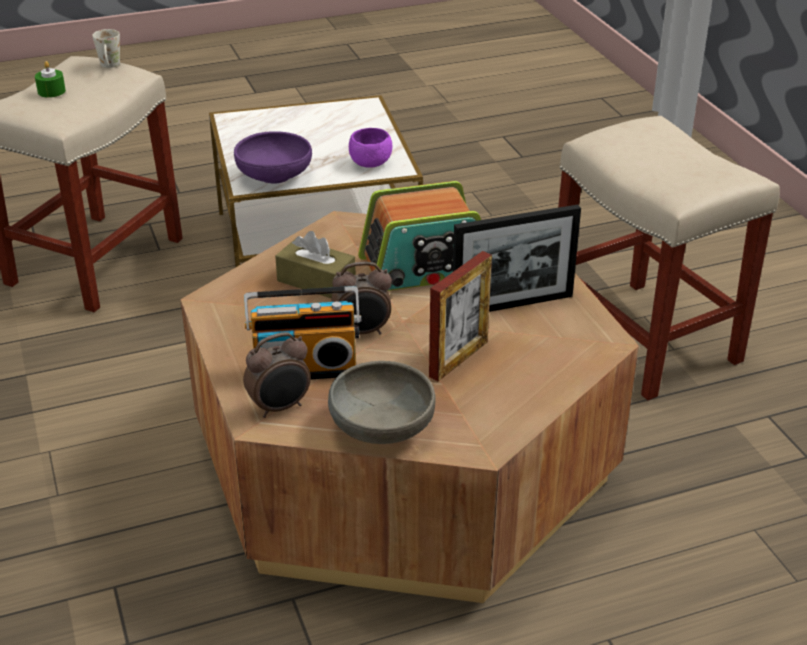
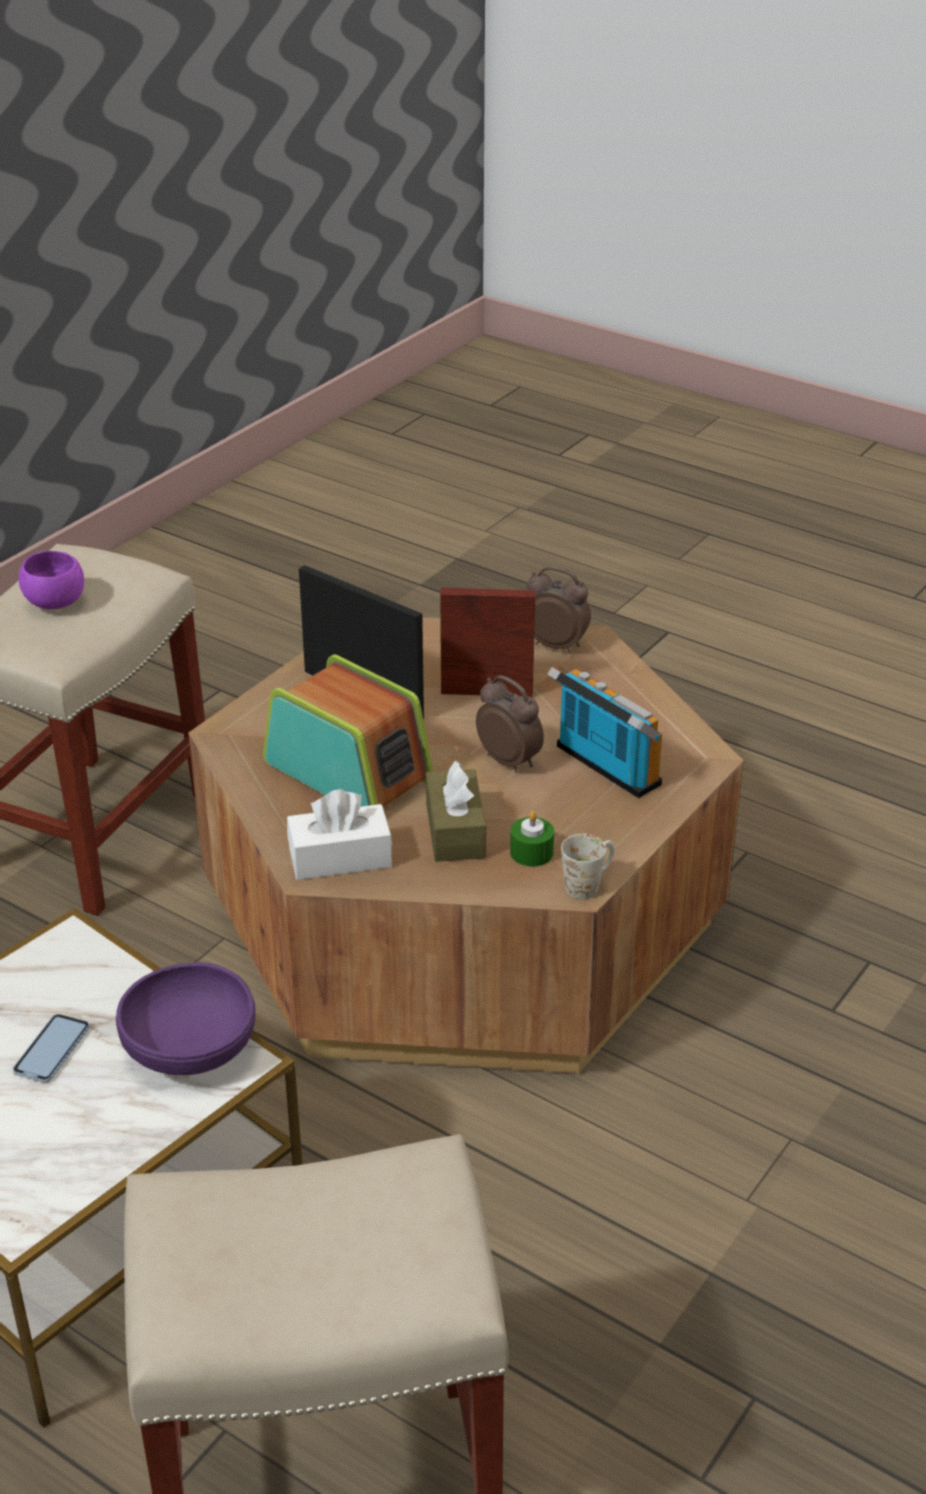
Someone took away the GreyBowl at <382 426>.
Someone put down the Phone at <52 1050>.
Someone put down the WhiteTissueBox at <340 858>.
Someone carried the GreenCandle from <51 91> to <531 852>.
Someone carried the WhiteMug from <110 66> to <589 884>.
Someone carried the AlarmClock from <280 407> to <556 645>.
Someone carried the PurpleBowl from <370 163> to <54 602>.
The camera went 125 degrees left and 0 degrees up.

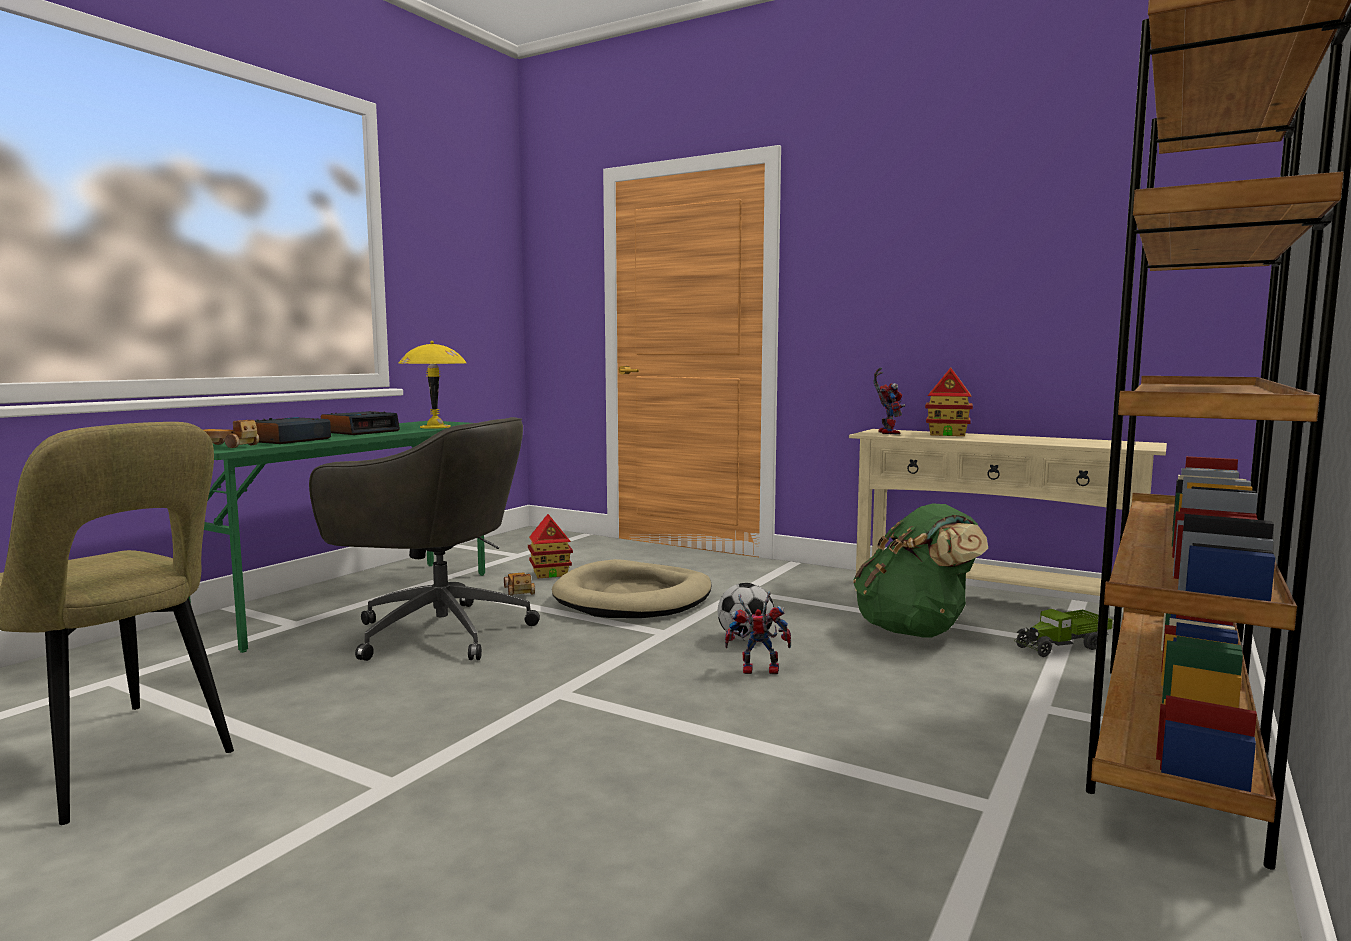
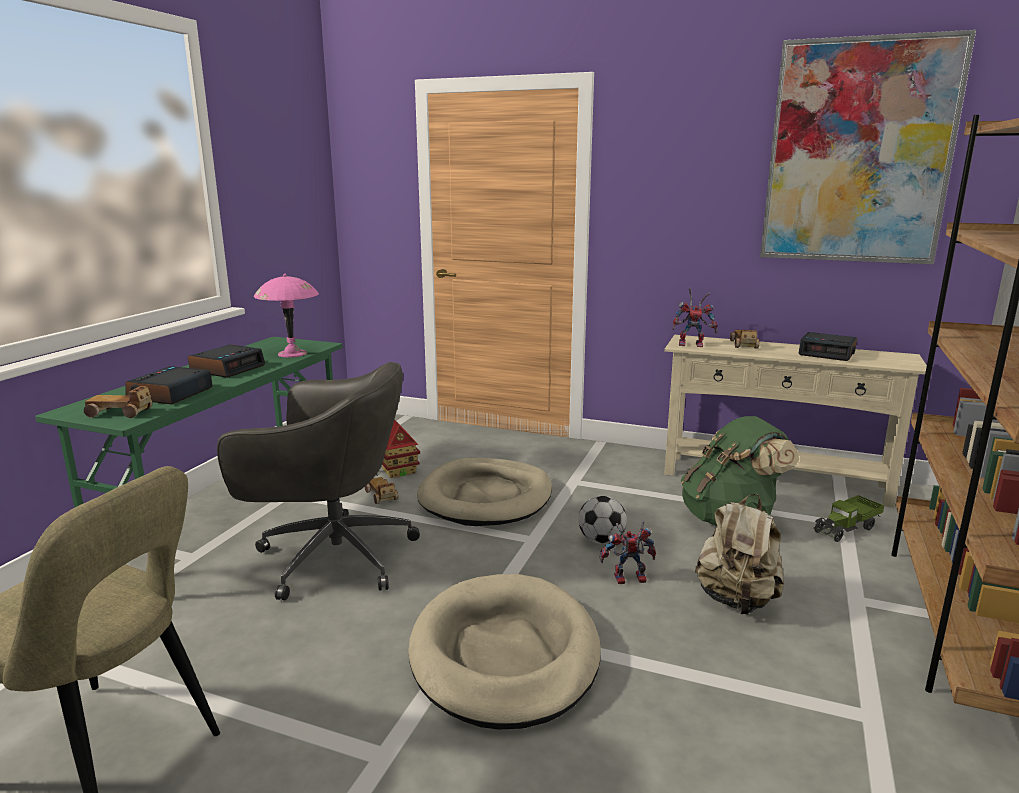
Someone put down the BeigeDogBed at <504 654>.
Someone put down the BeigeBackpack at <737 600>.
Someone put up the Picture at <858 153>.
Someone put down the AlarmClock at <827 353>.
Someone swapped the ToyHouse at <947 434> for the ToyCar at <743 345>.
Someone repainted the YellowTableLamp at <436 427>, which became the PinkTableLamp at <292 353>.
Someone rotated the ToyRobot at <886 433> by 105 degrees clockwise.
The camera went 10 degrees left and 10 degrees up.

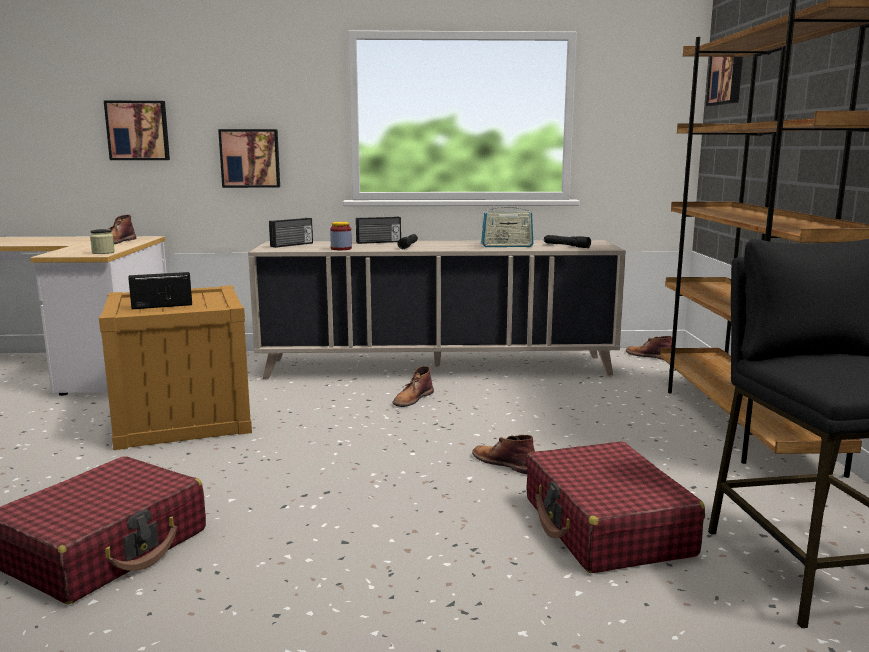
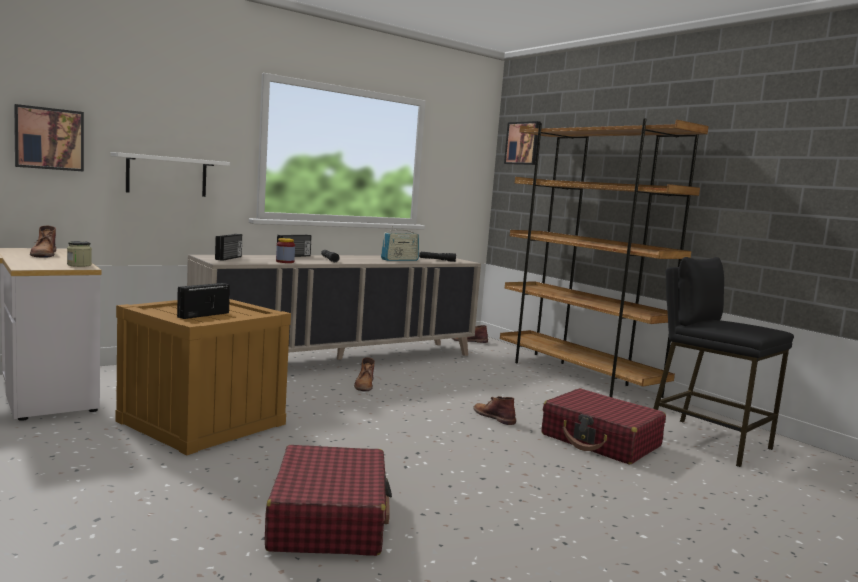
Someone swapped the Picture at <250 158> for the WhiteShelf at <167 175>.
Someone rotated the BrownBoot at <504 463> by 45 degrees clockwise.
The camera went 35 degrees left and 5 degrees down.

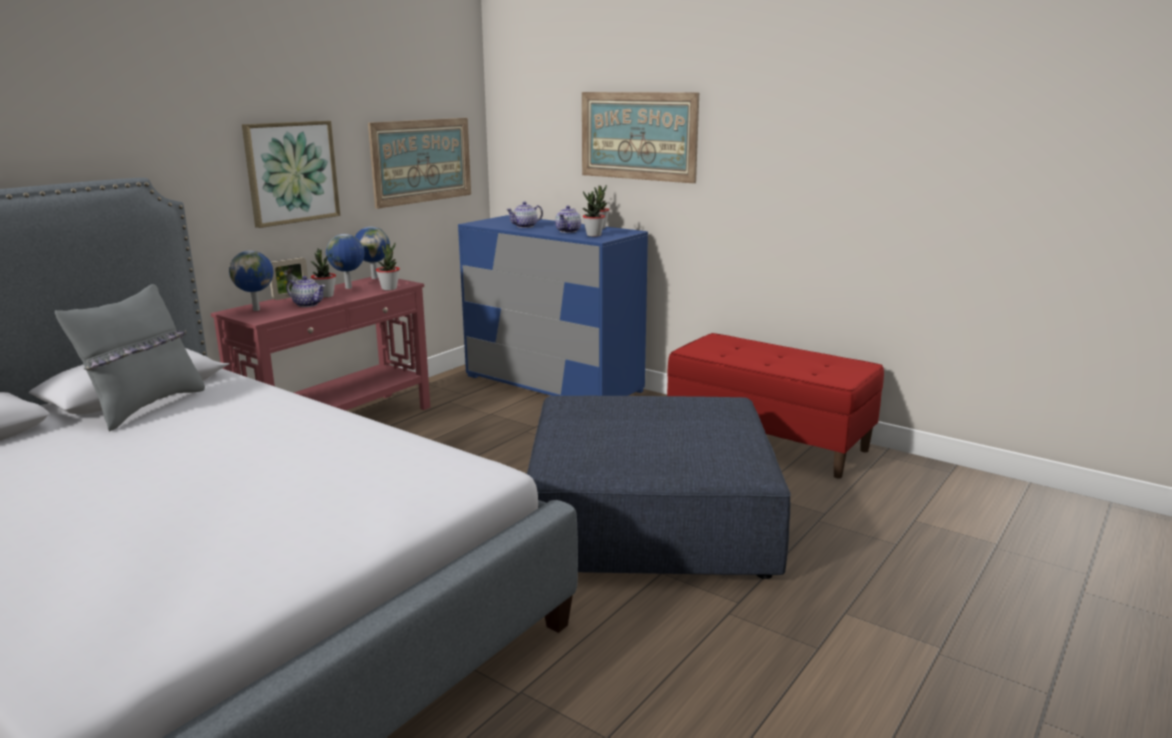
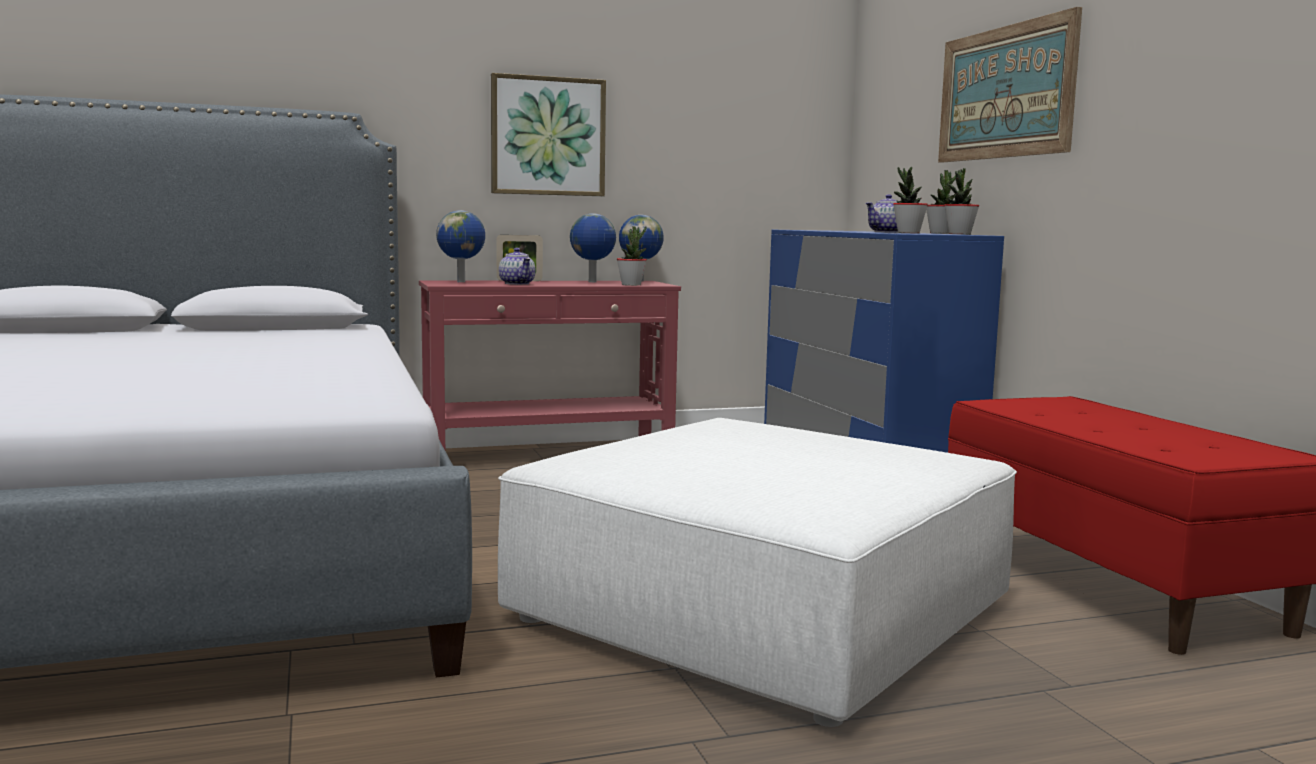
Someone took away the GreyPillow at <145 407>.
Someone took away the Picture at <422 161>.
Someone took away the Teapot at <525 226>.
Someone carried the PottedPlant from <325 296> to <959 234>.
Someone repainted the BlueOttoman at <650 519>, which became the WhiteOttoman at <760 612>.
The camera went 35 degrees right and 10 degrees down.

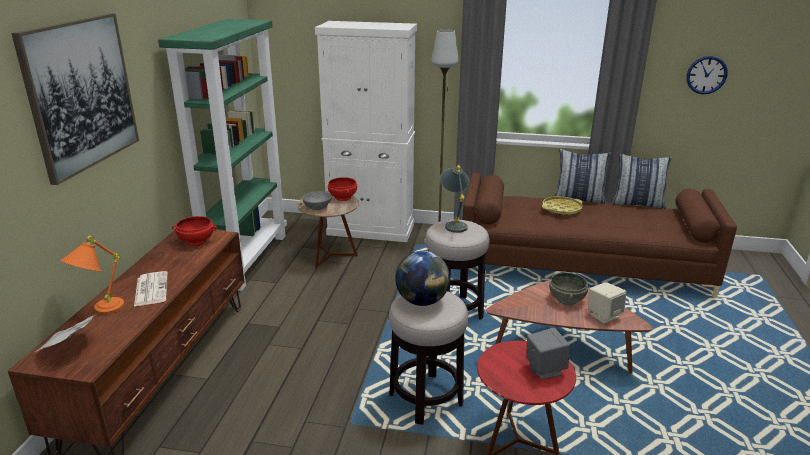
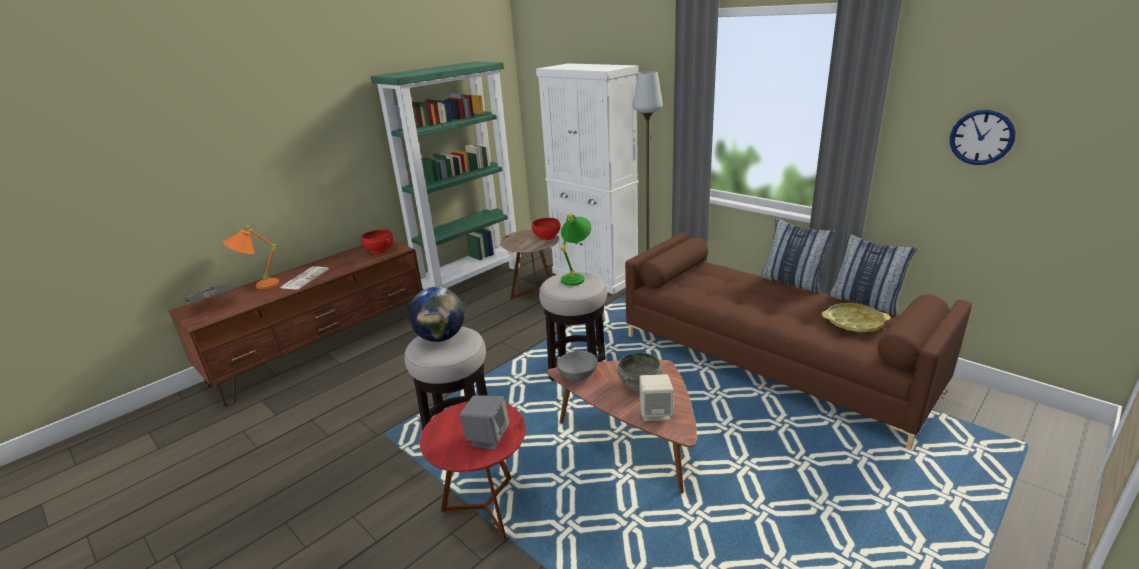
Someone took away the Picture at <81 94>.
Someone carried the GreyBowl from <317 207> to <577 375>.
Someone carried the YellowTray from <561 209> to <854 322>.
Someone repainted the GreyTableLamp at <454 224>, which became the GreenTableLamp at <576 276>.
The camera went 35 degrees right and 0 degrees up.

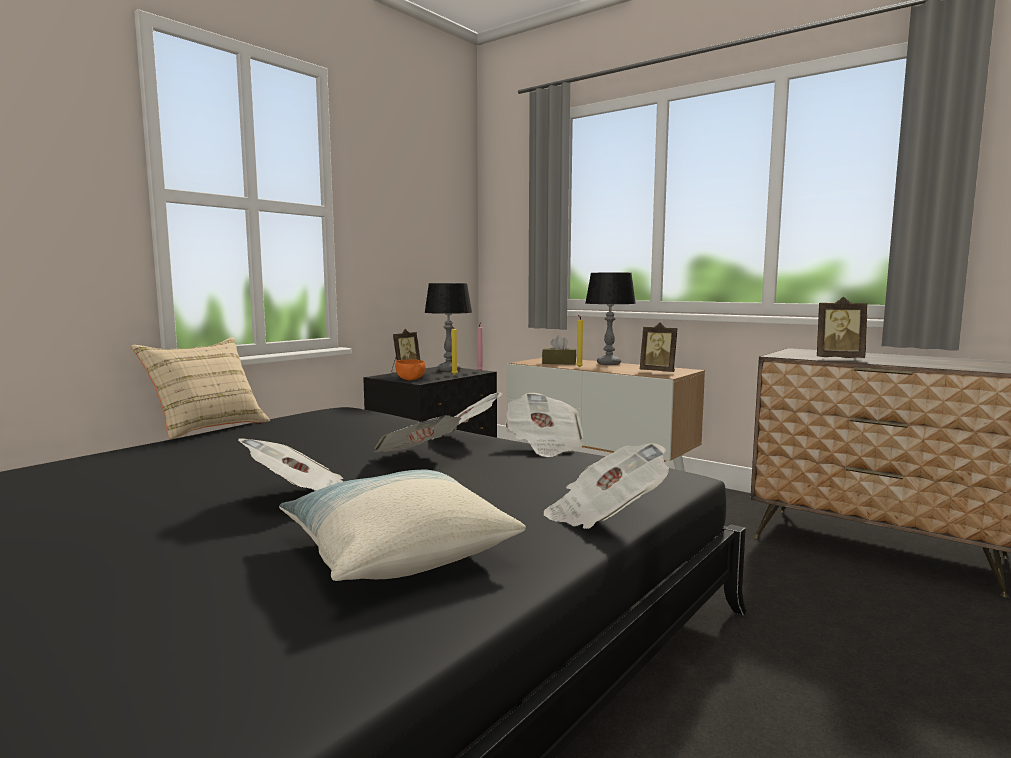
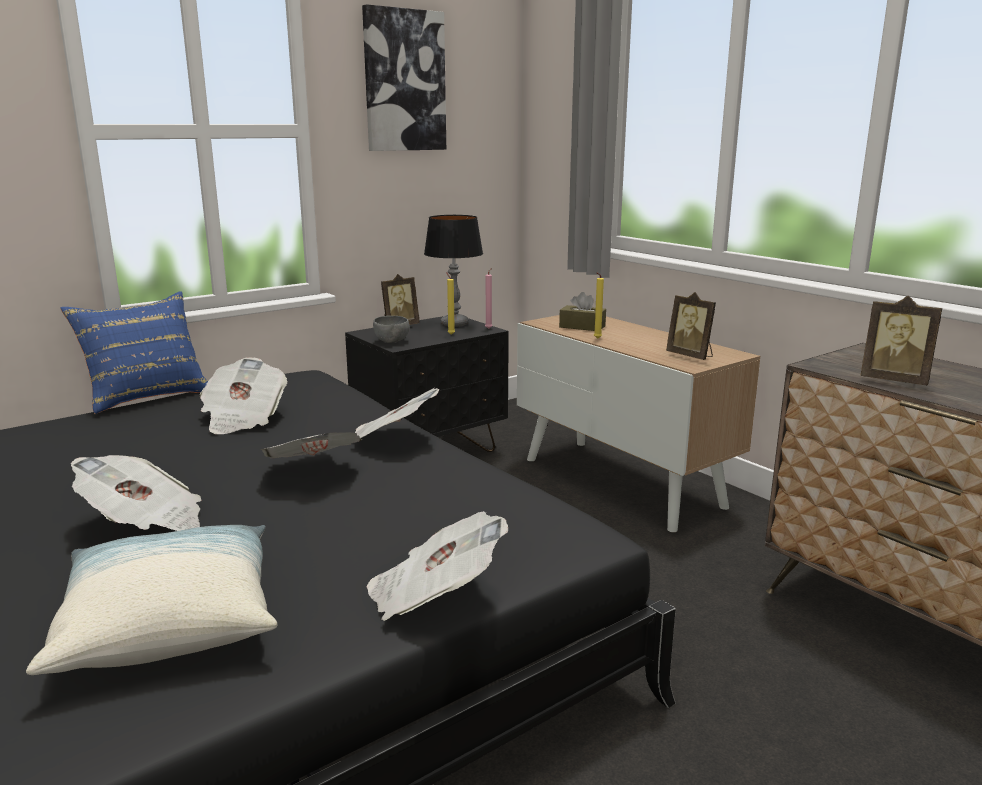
Someone took away the TableLamp at <608 363>.
Someone put up the Picture at <404 81>.
Someone carried the Newspaper from <544 446> to <243 418>.
Someone repainted the BeigePillow at <207 427>, which became the BluePillow at <147 395>.
Someone repainted the OrangeBowl at <410 379>, which became the GreyBowl at <392 341>.
The camera went 15 degrees right and 10 degrees up.

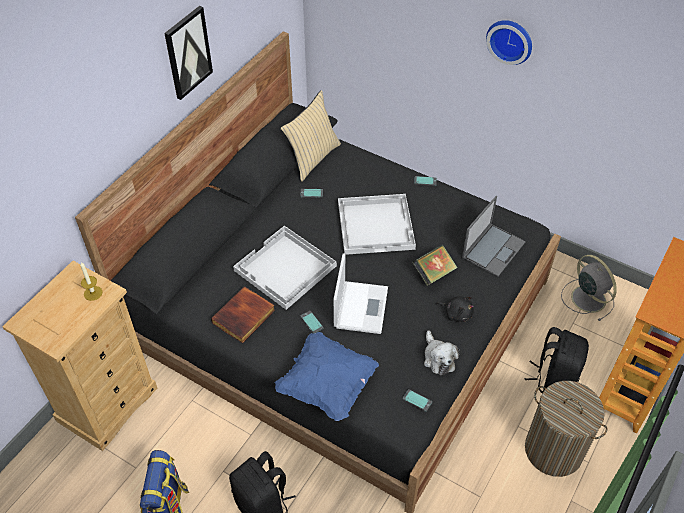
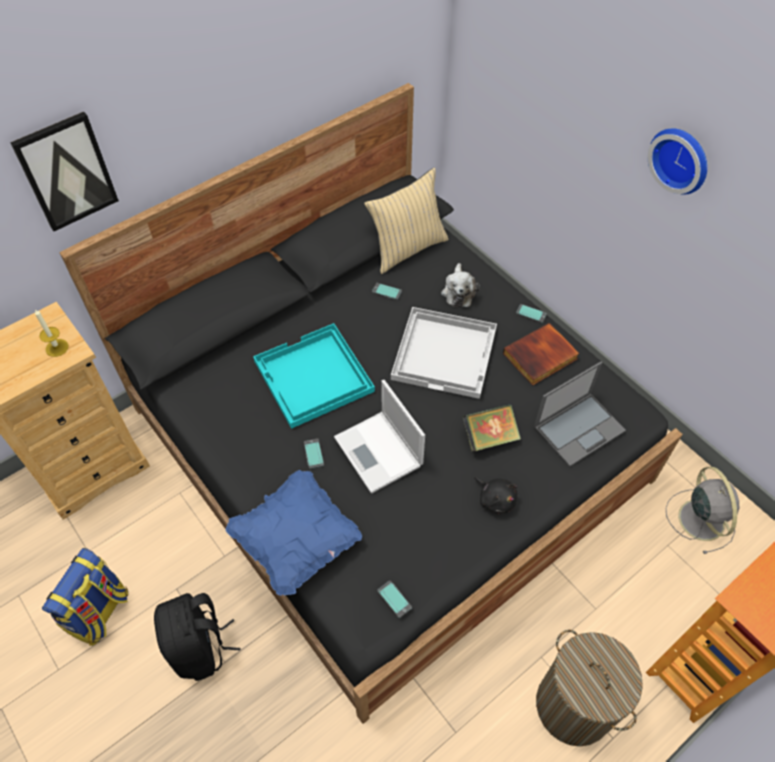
Someone took away the BlackBackpack at <554 379>.
Someone carried the Picture from <188 52> to <66 172>.
Someone carried the Book from <244 317> to <540 357>.
Someone carried the PlushToy from <438 358> to <458 291>.
Someone repainted the WhiteTray at <285 269>, which became the TurquoiseTray at <313 377>.
Someone rotated the Laptop at <361 306> by 120 degrees clockwise.
The camera went 20 degrees right and 5 degrees up.

